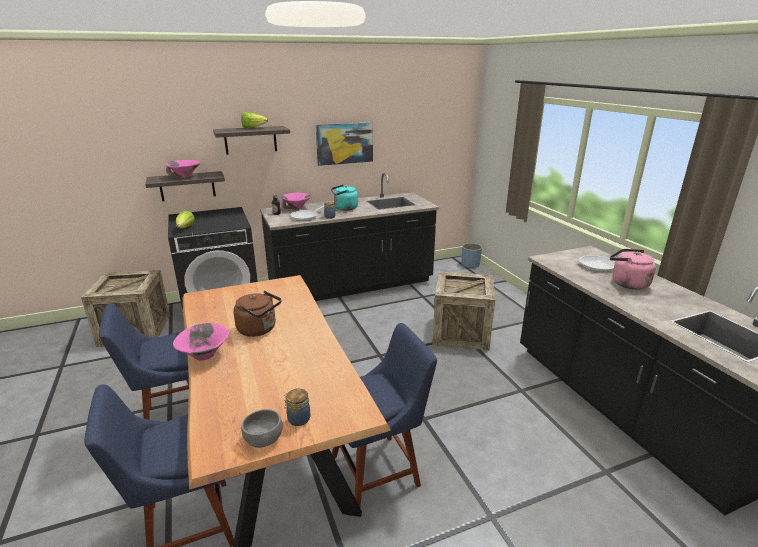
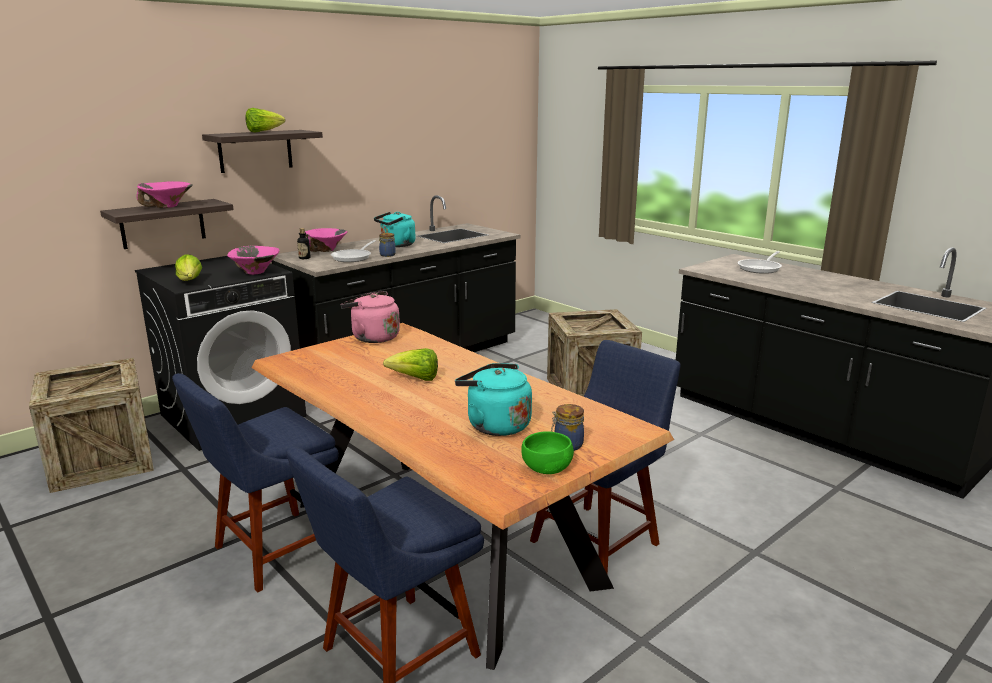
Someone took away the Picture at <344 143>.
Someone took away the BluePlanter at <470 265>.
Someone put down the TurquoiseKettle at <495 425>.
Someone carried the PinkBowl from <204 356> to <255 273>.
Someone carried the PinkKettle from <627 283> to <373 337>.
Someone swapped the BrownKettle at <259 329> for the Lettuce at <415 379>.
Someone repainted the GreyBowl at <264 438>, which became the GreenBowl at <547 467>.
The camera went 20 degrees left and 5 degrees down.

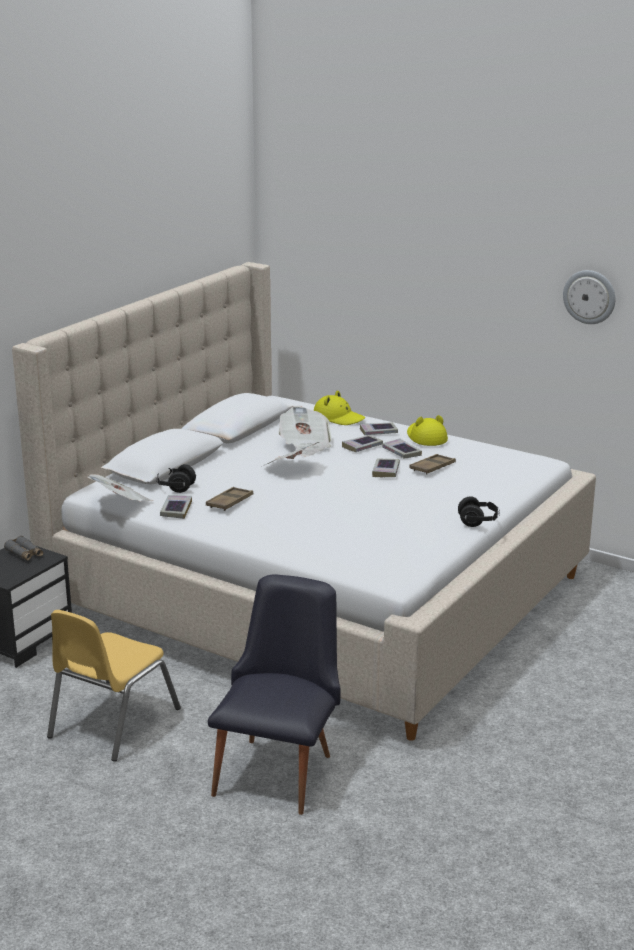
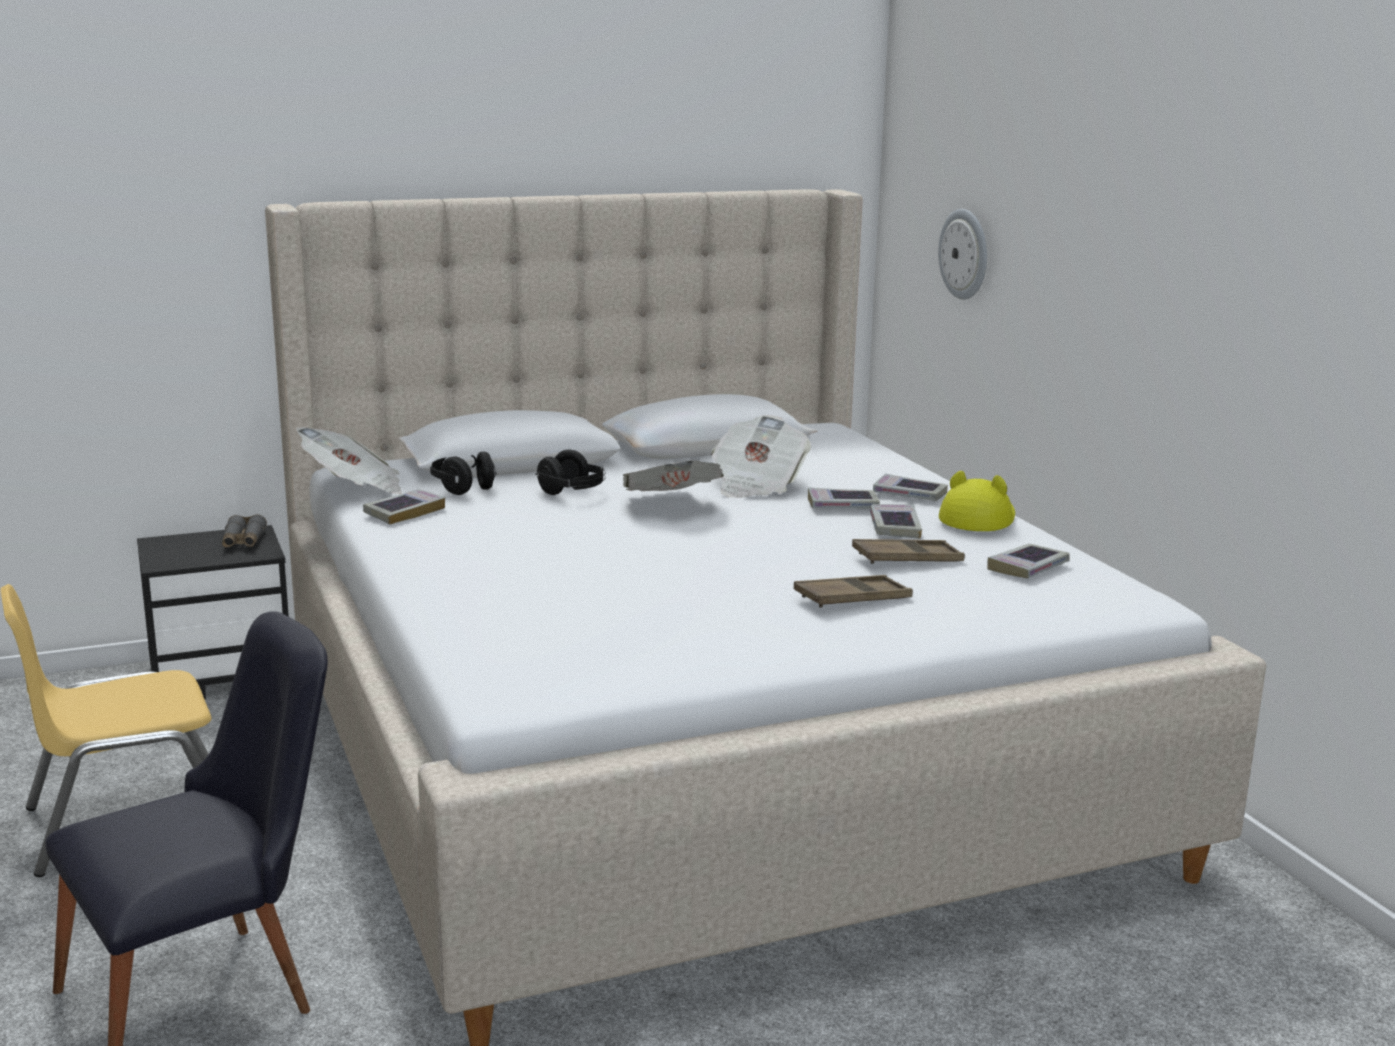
Someone took away the YellowHat at <338 417>.
Someone carried the BrownTray from <229 502> to <852 599>.
Someone carried the Book from <386 471> to <1028 567>.
Someone carried the BlackHeadphones from <478 522> to <572 493>.
Someone carried the WallClock from <589 296> to <965 254>.
The camera went 35 degrees right and 5 degrees down.

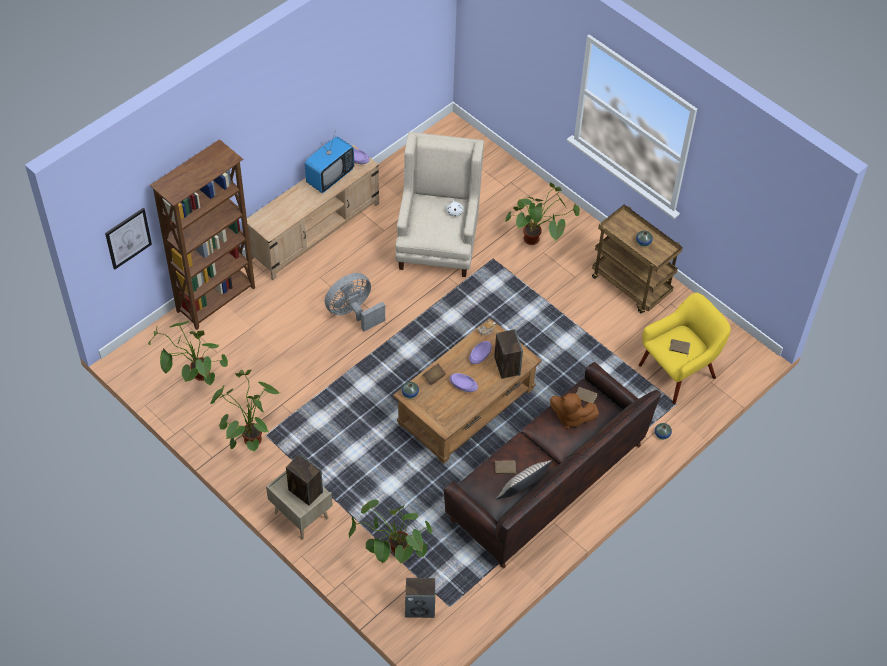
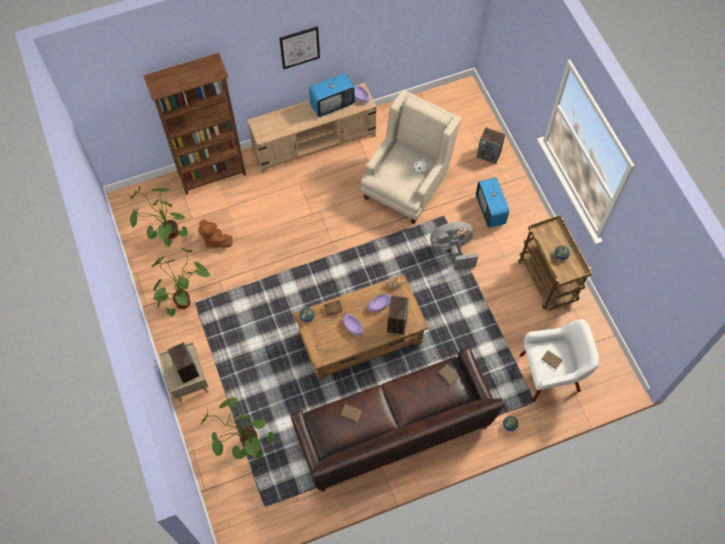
Someone took away the BeigePillow at <522 491>.
Someone carried the Picture from <128 238> to <299 47>.
Someone carried the GreyFan from <353 313> to <452 250>.
Someone carried the Speaker from <420 607> to <489 154>.
Someone carried the BrownPlushToy from <570 417> to <215 239>.
Someone swapped the PottedPlant at <539 237> for the Television at <490 210>.
Someone repainted the YellowArmchair at <678 371>, which became the WhiteArmchair at <551 373>.
The camera went 25 degrees right and 10 degrees up.

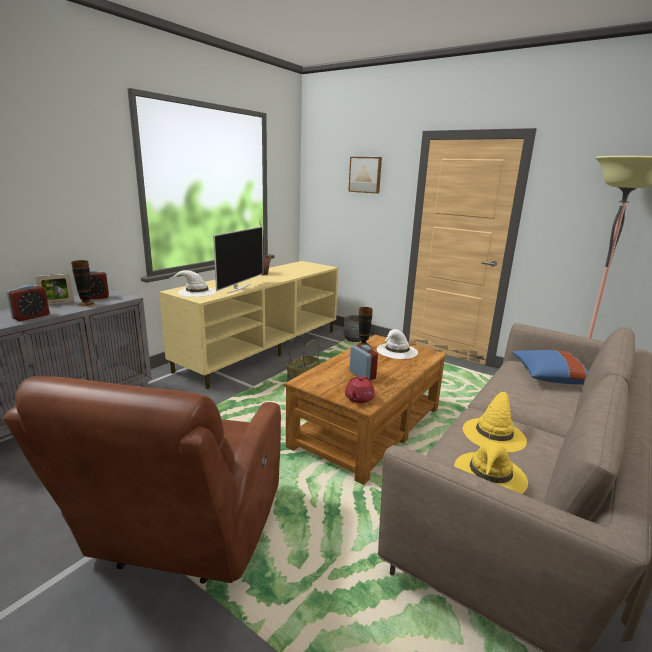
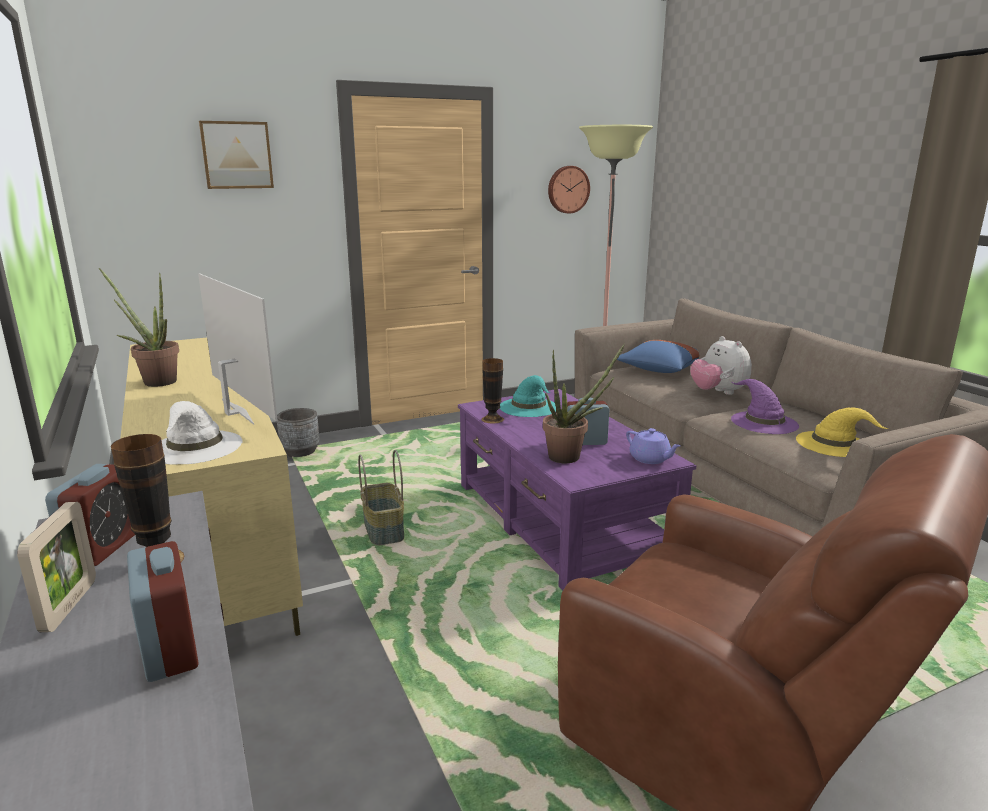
Someone put down the PottedPlant at <571 457>.
Someone put up the WallClock at <567 189>.
Someone put down the PlushToy at <718 392>.
Someone repainted the BrownCoffeeTable at <367 427>, which became the PurpleCoffeeTable at <560 521>.
Someone repainted the RedTeapot at <358 398>, which became the PurpleTeapot at <650 459>.
Someone repainted the WhiteHat at <397 351>, which became the TurquoiseHat at <529 407>.
Someone repainted the YellowHat at <493 433>, which became the PurpleHat at <763 422>.
The camera went 60 degrees left and 0 degrees up.

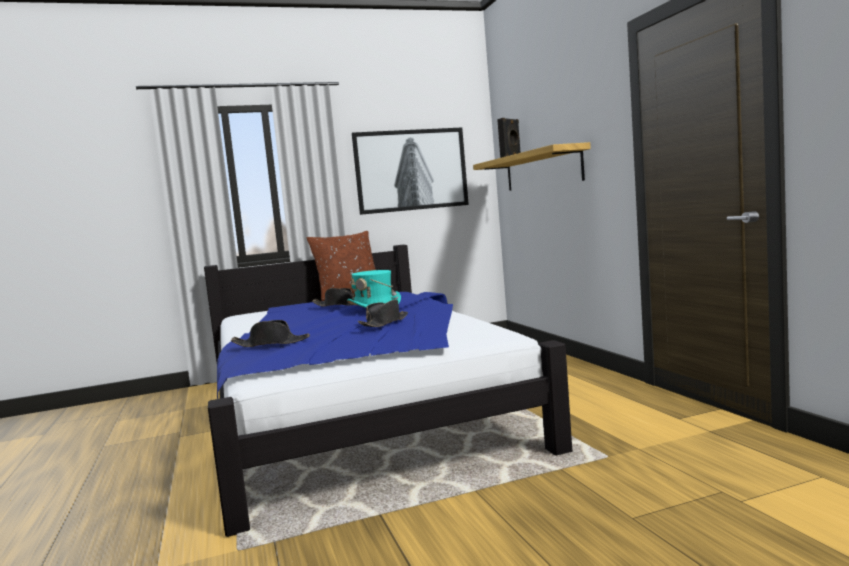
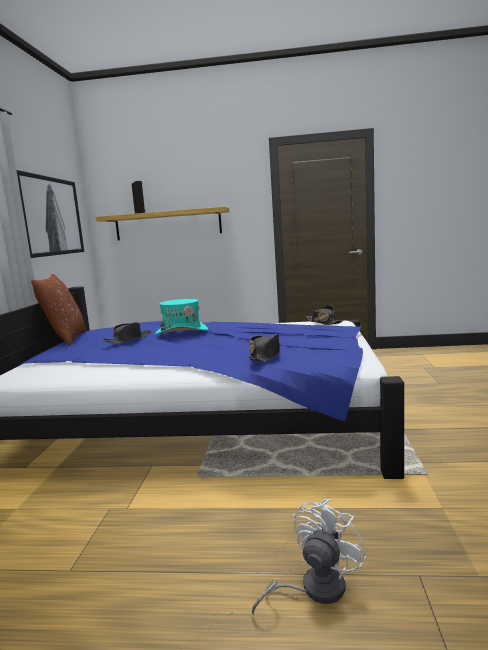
Someone put down the WhiteFan at <314 589>.
Someone carried the BlackHat from <384 323> to <323 322>.
The camera went 65 degrees left and 5 degrees up.

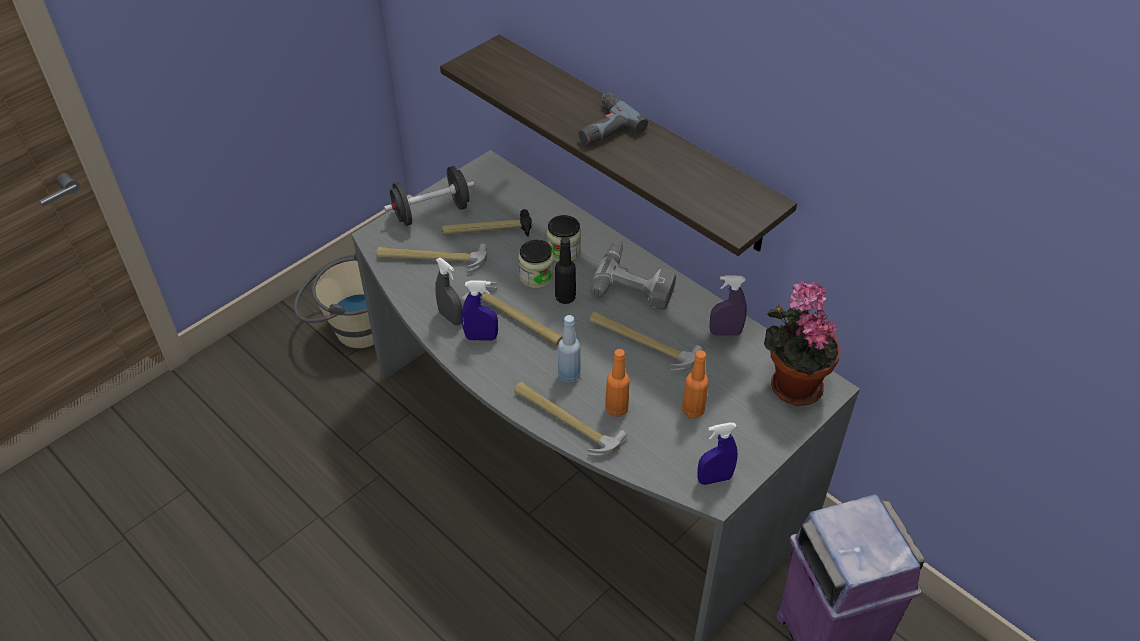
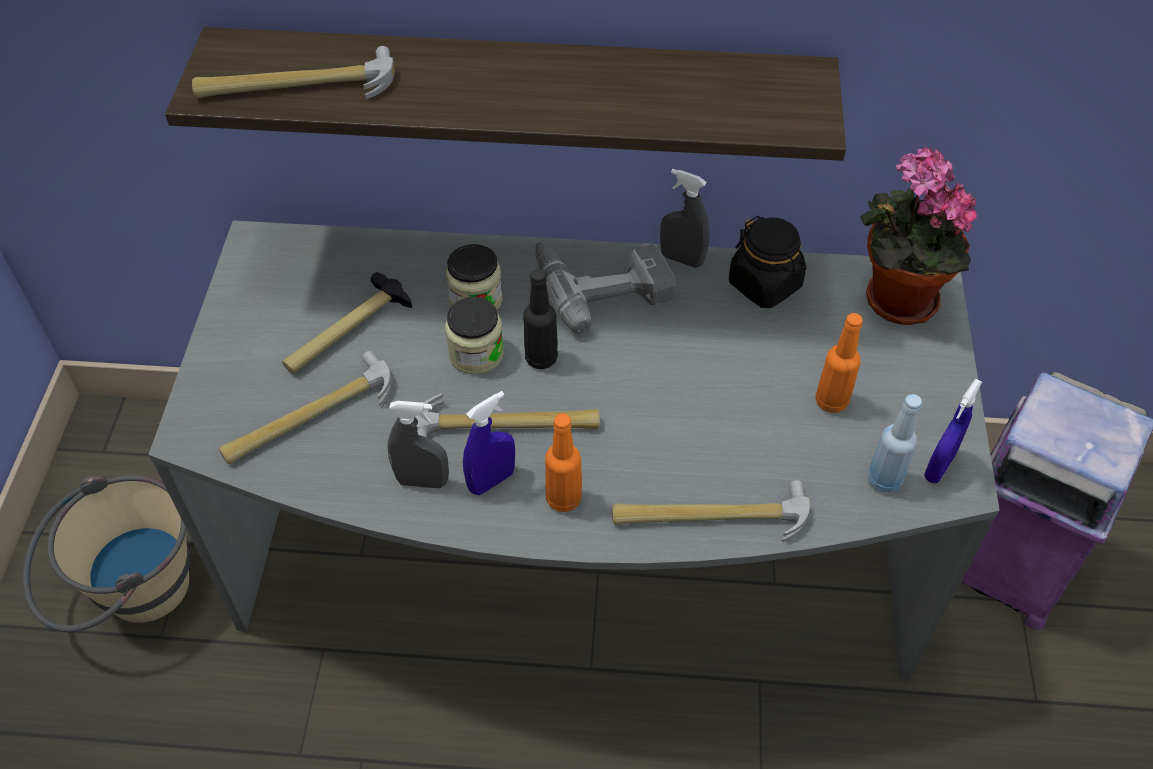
Someone took away the BlackDumbbell at <431 212>.
Someone took away the PowerDrill at <602 126>.
Someone put down the GreySprayBottle at <681 259>.
Someone carried the BlueBottle from <569 375> to <884 480>.
Someone carried the Hammer from <642 342> to <296 85>.
Someone carried the OrangeBottle from <616 409> to <563 499>.
Someone swapped the PurpleSprayBottle at <725 332> for the BlackJar at <765 285>.
The camera went 40 degrees left and 5 degrees up.

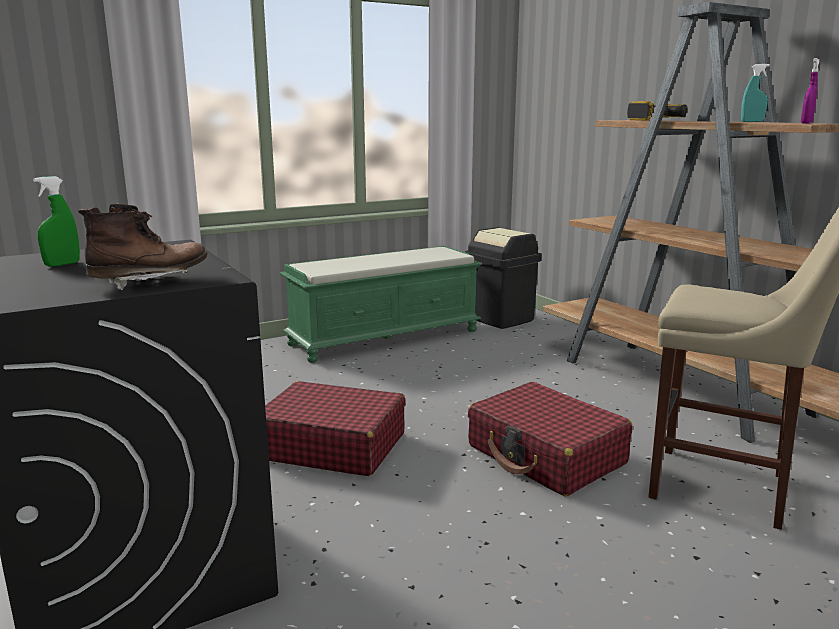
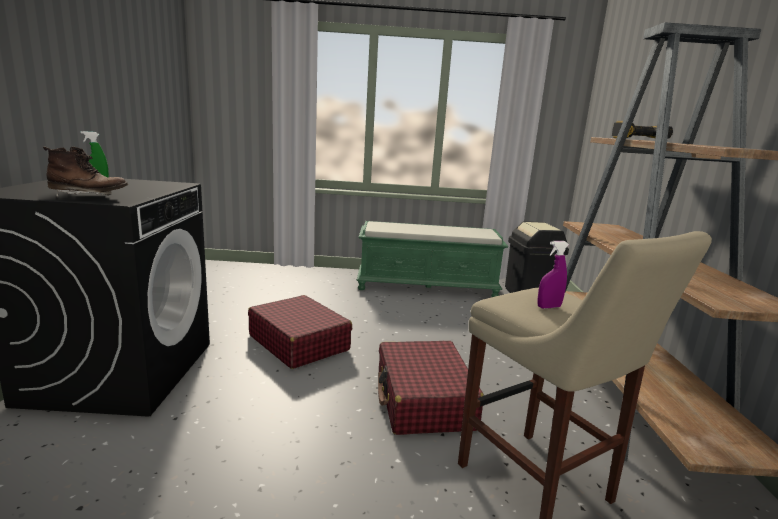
Someone took away the TurquoiseSprayBottle at <752 122>.
Someone carried the PurpleSprayBottle from <806 123> to <548 307>.
The camera went 30 degrees right and 0 degrees up.

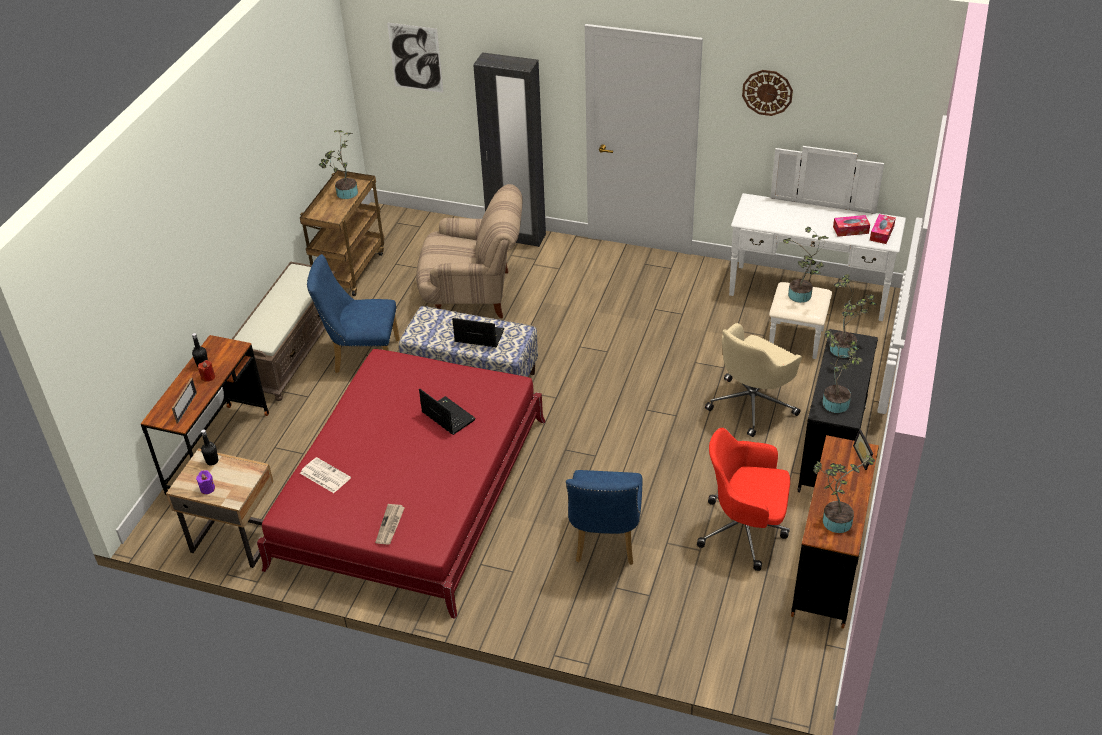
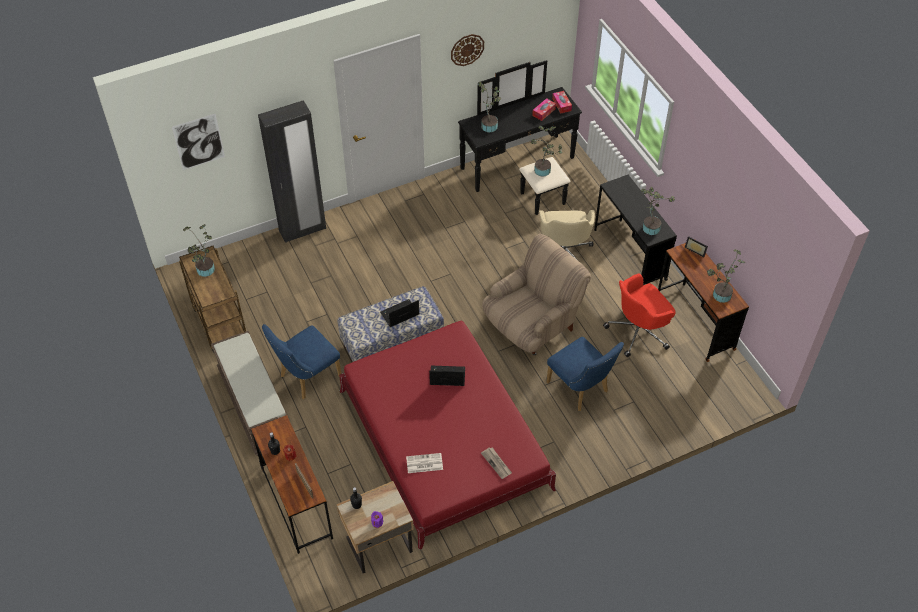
Someone carried the BeigeArmchair from <474 293> to <532 325>.
Someone carried the PottedPlant from <845 348> to <490 125>.
Someone repainted the WhiteDresser at <806 303>, which became the BlackDresser at <523 171>.
The camera went 45 degrees left and 10 degrees up.

